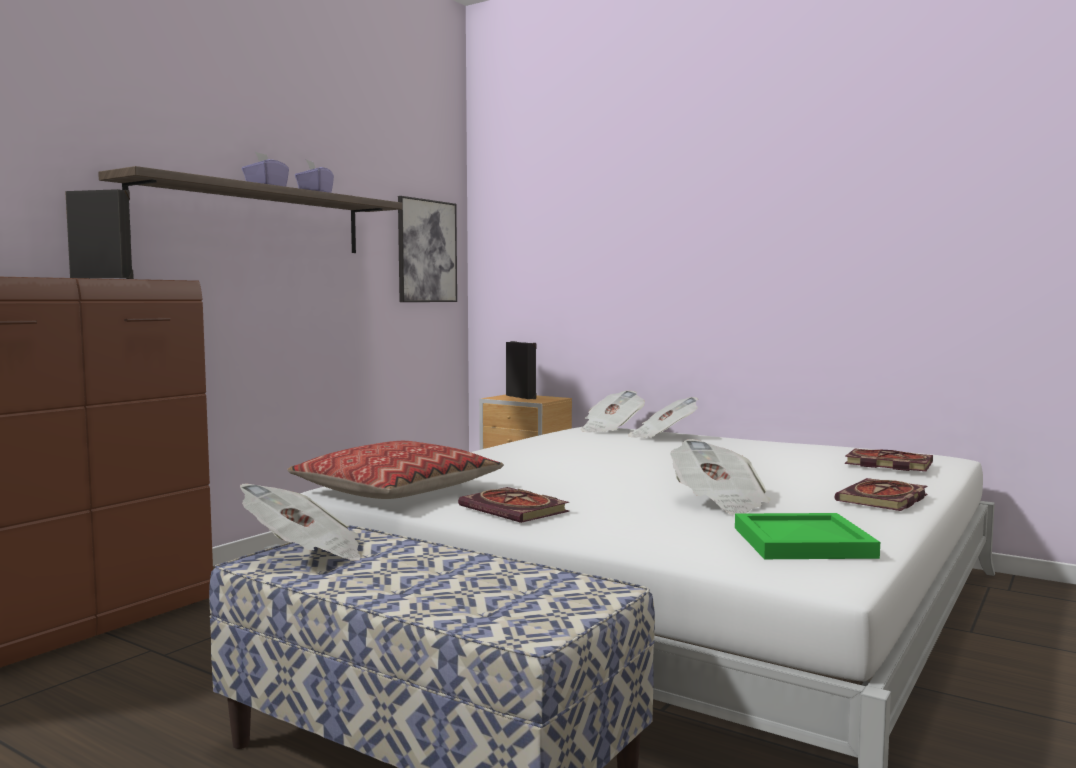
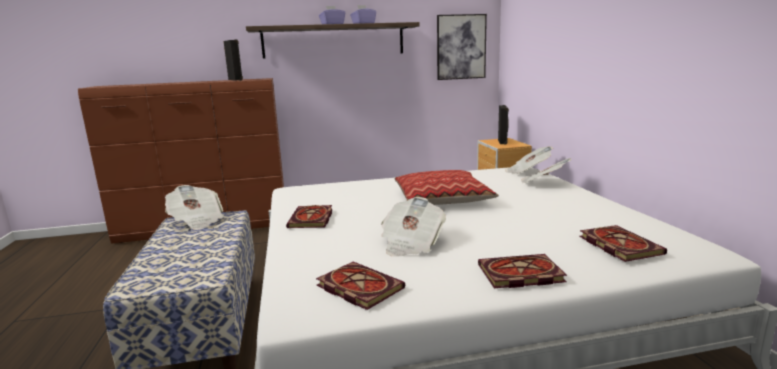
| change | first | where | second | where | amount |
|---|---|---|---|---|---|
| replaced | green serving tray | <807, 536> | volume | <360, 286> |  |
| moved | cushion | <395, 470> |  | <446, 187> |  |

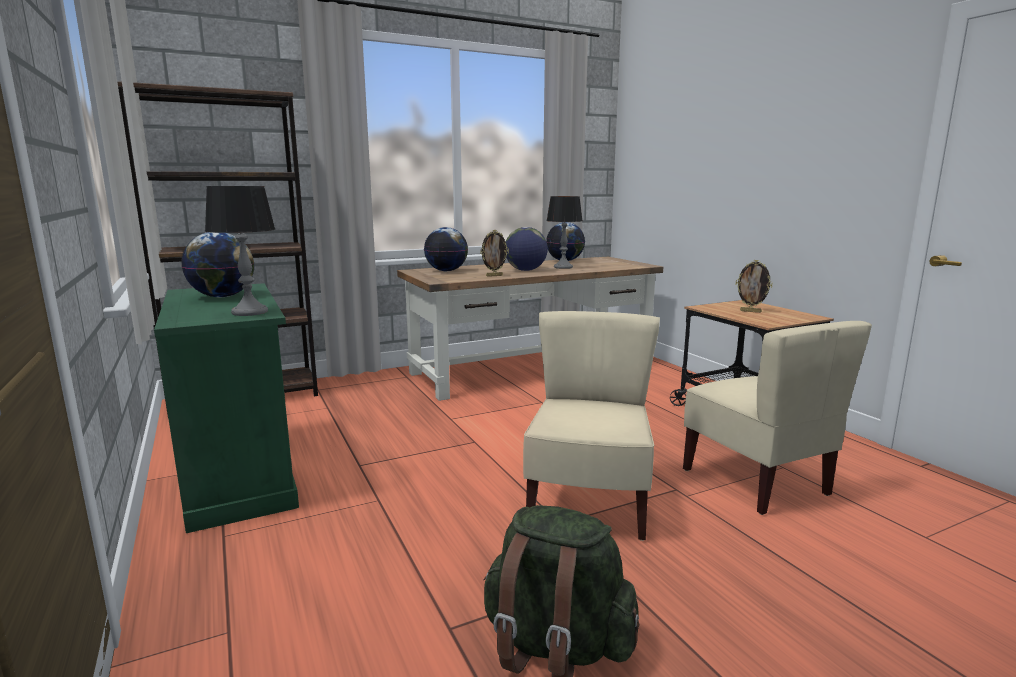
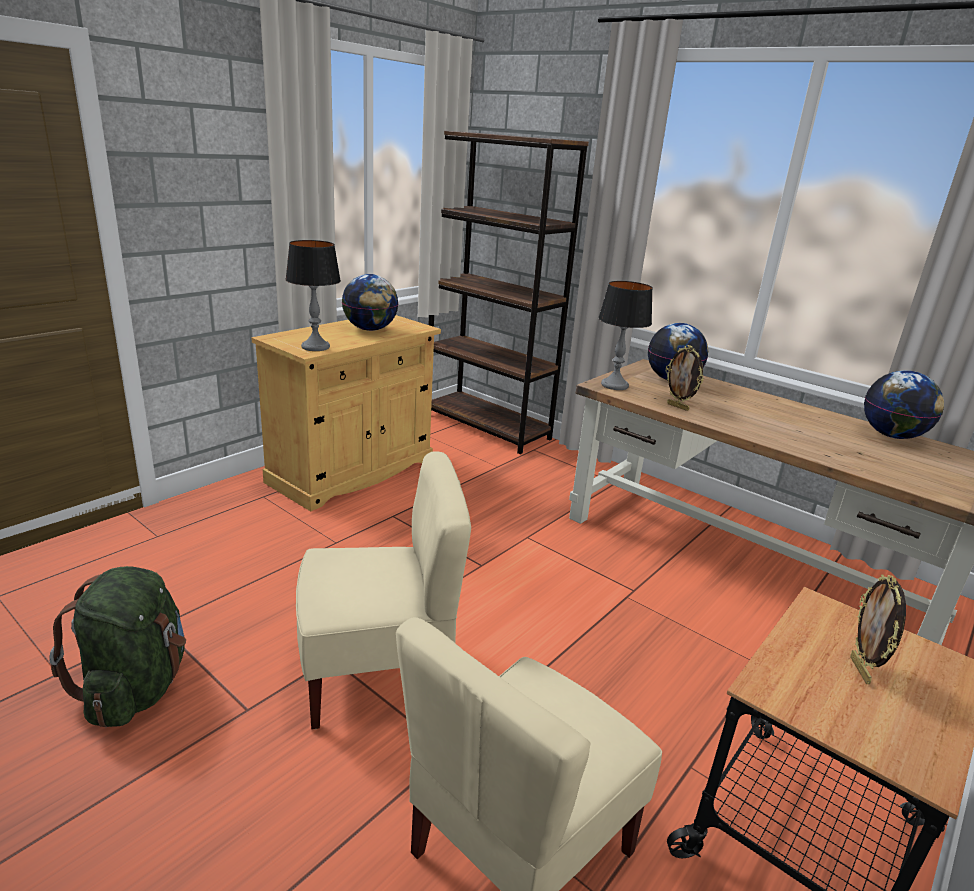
| change | first | where | second | where | amount |
|---|---|---|---|---|---|
| recoloured | green storage cabinet | <226, 408> | beige-coloured storage cabinet | <346, 413> |  |
| moved | table lamp | <564, 232> |  | <625, 335> |  |
| removed | desk globe | <527, 249> |  |  |  |

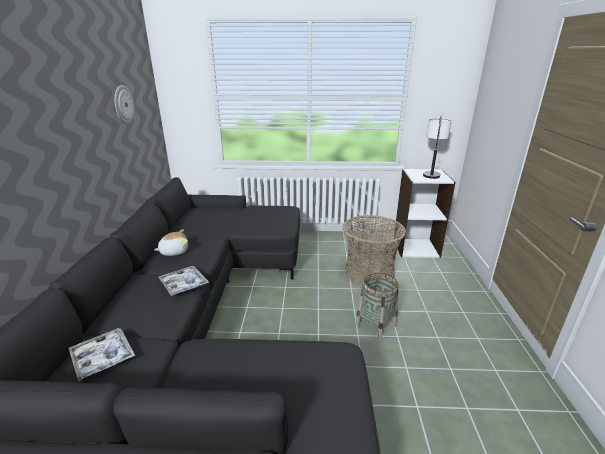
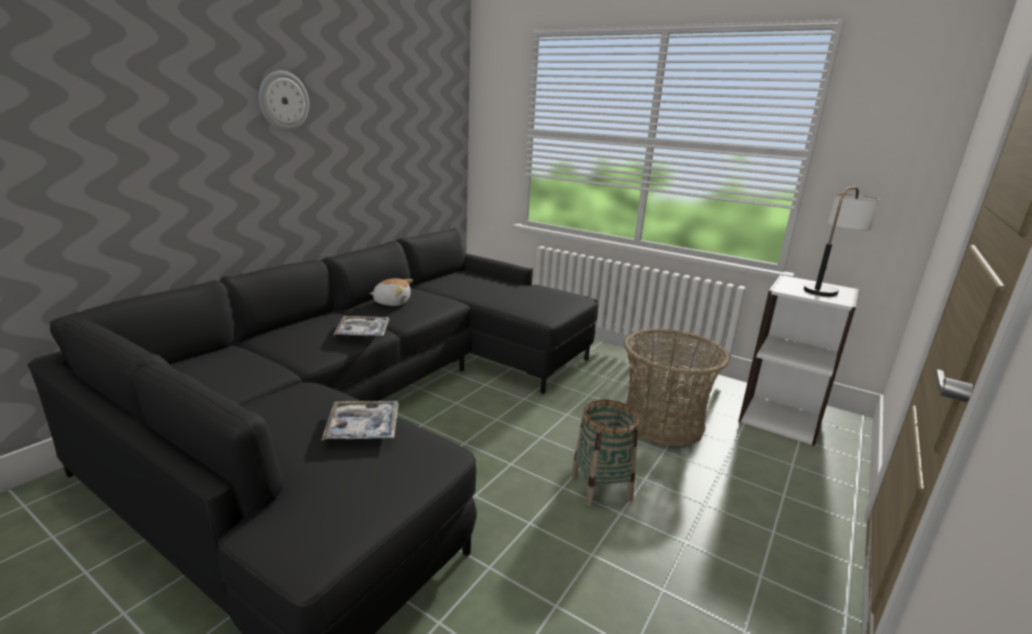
| change | first | where | second | where | amount |
|---|---|---|---|---|---|
| moved | clock on the wall | <124, 104> |  | <284, 101> |  |
| moved | serving tray | <102, 354> |  | <360, 420> |  |

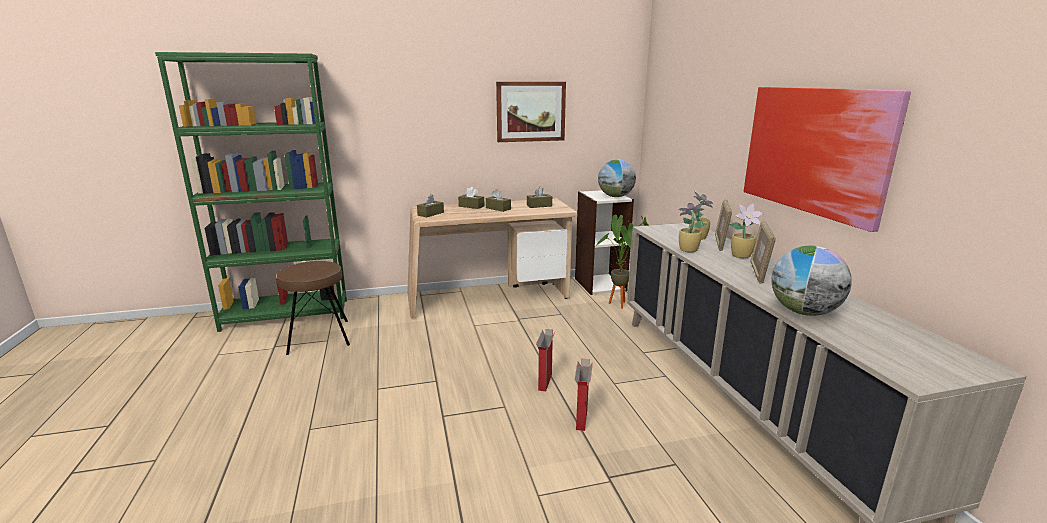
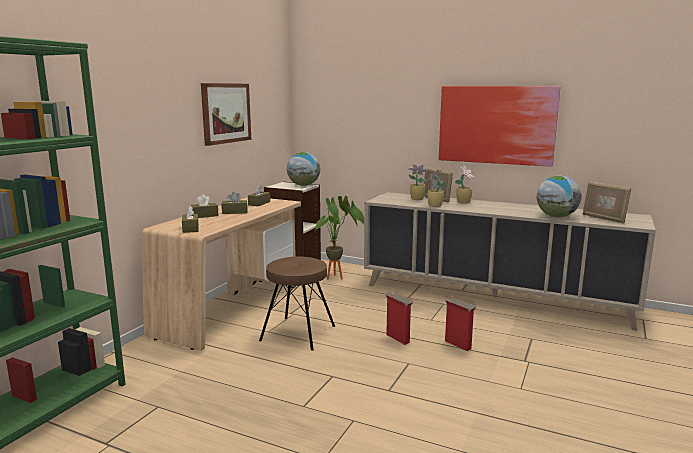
| change | first | where | second | where | amount |
|---|---|---|---|---|---|
| moved | brown stool | <313, 308> |  | <297, 304> |  |
| moved | standing frame | <763, 252> |  | <607, 202> |  |

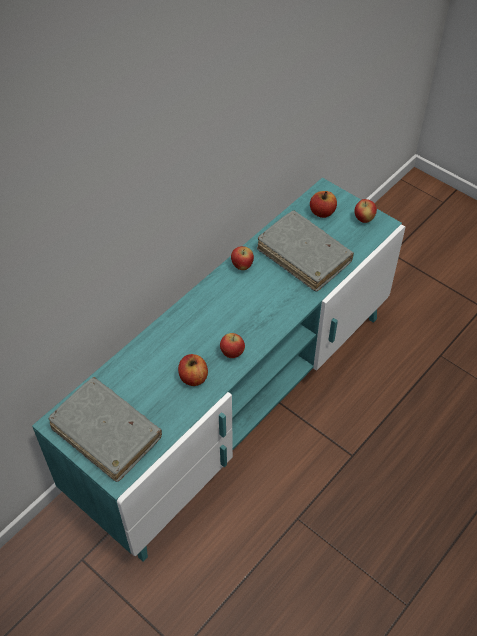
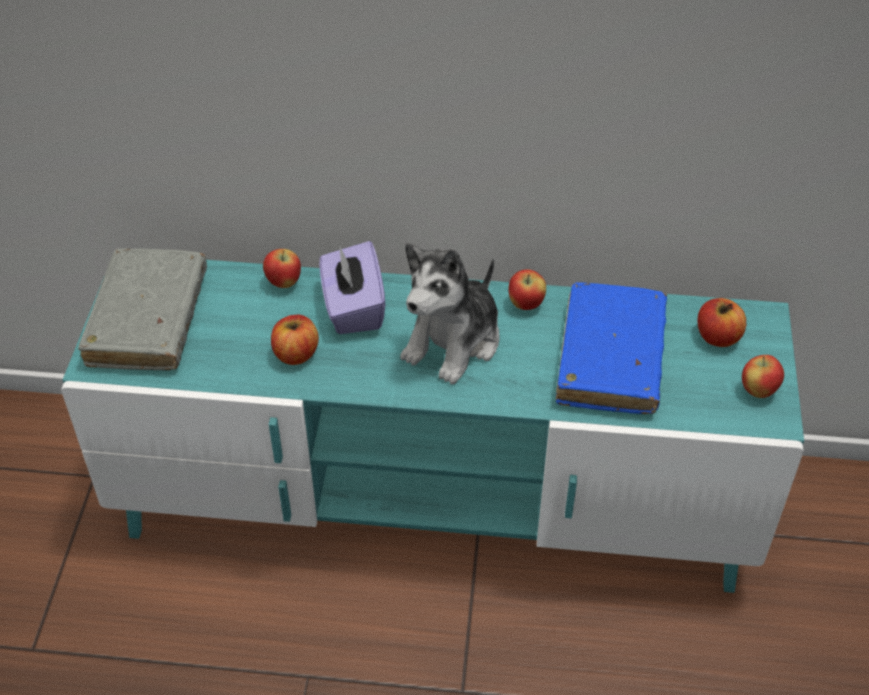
| change | first | where | second | where | amount |
|---|---|---|---|---|---|
| moved | whole apple | <232, 345> |  | <282, 268> |  |
| added |  |  | purplish tissue box | <352, 287> |  |
| added |  |  | plush toy | <450, 313> |  |
| recoloured | greyish volume | <305, 251> | blue volume | <611, 348> |  |

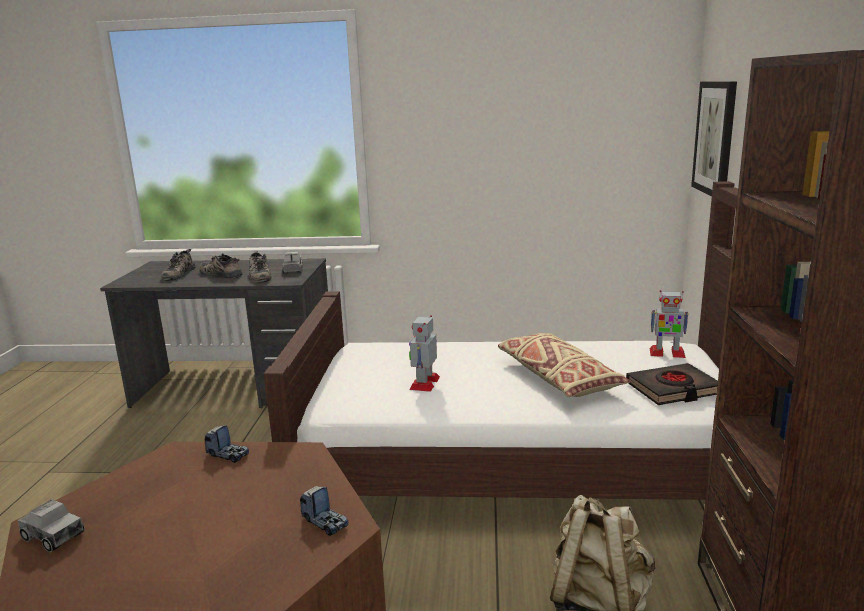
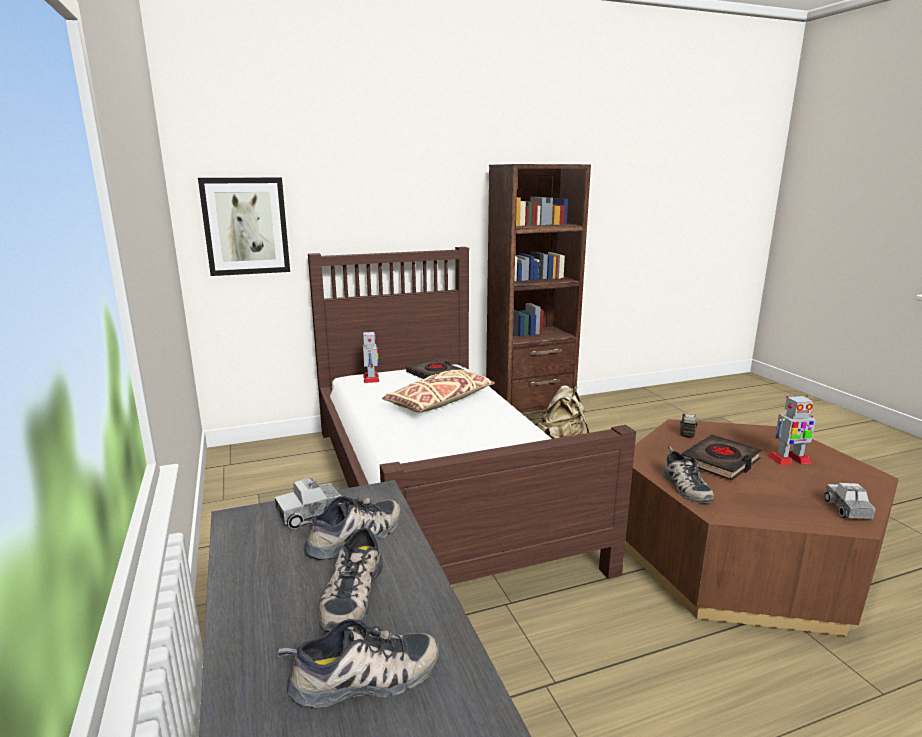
| change | first | where | second | where | amount |
|---|---|---|---|---|---|
| replaced | model truck | <227, 444> | shoe | <688, 475> |  |
| added |  |  | black volume | <721, 458> |  |
| moved | model robot | <424, 353> |  | <792, 430> |  |

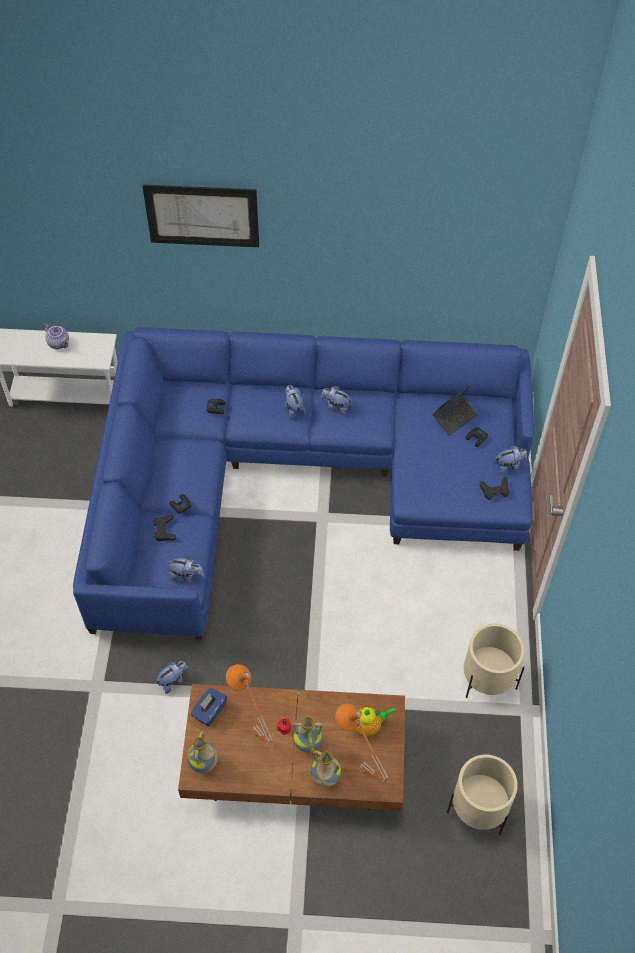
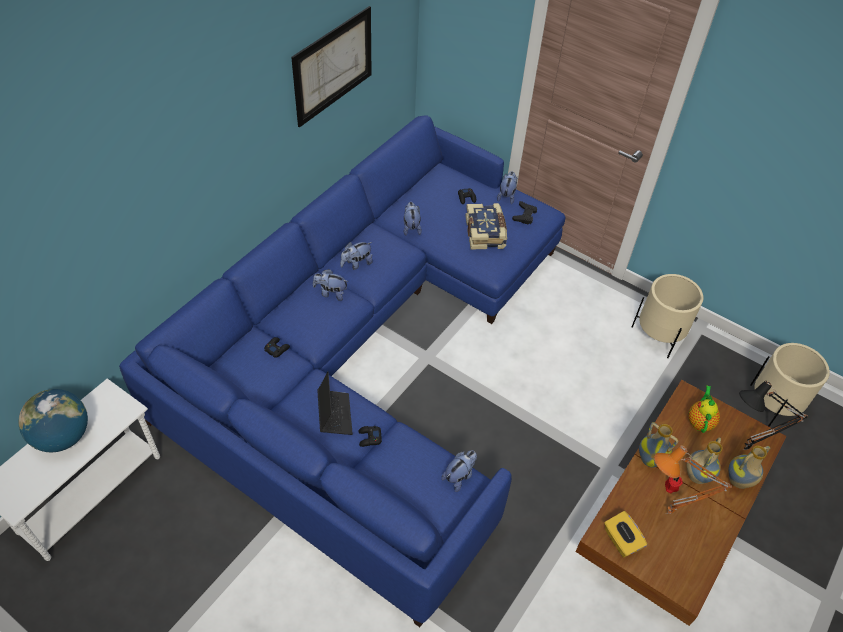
| change | first | where | second | where | amount |
|---|---|---|---|---|---|
| replaced | tea pot | <56, 336> | desk globe | <53, 420> |  |
| moved | wall art | <200, 215> |  | <331, 66> |  |
| moved | portable computer | <455, 410> |  | <335, 403> |  |
| moved | plush toy | <172, 677> |  | <413, 219> |  |
| added |  |  | volume | <486, 226> |  |
| recoloured | blue tissue box | <209, 707> | yellowish tissue box | <625, 534> |  |
| moved | decorative vase | <202, 752> |  | <658, 445> |  |
| recoloured | orangey table lamp | <362, 743> | black table lamp | <773, 415> |  |
| removed | black game controller | <165, 527> |  |  |  |

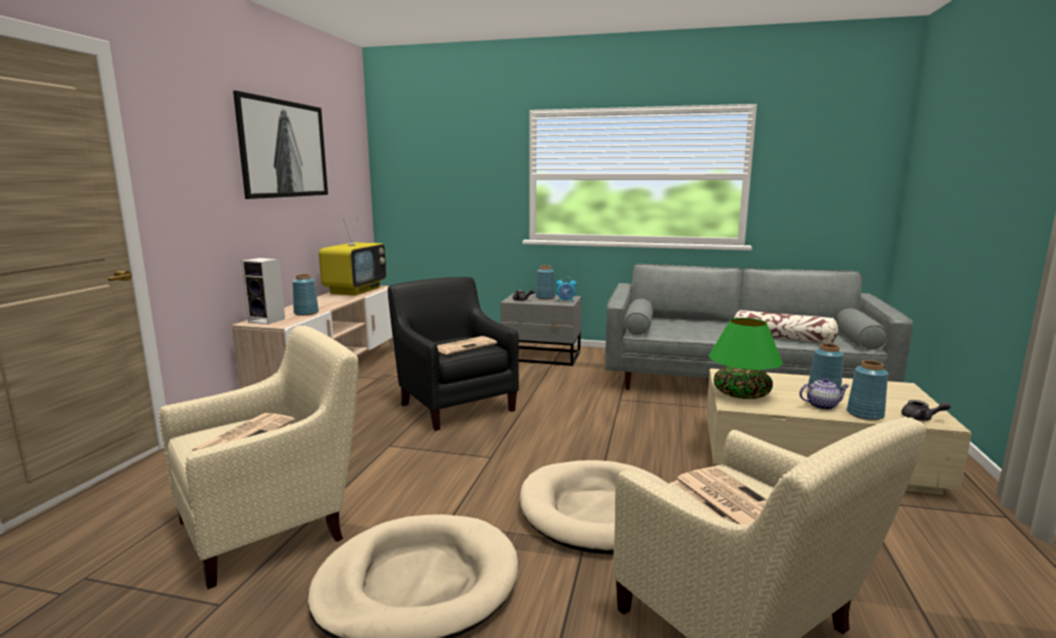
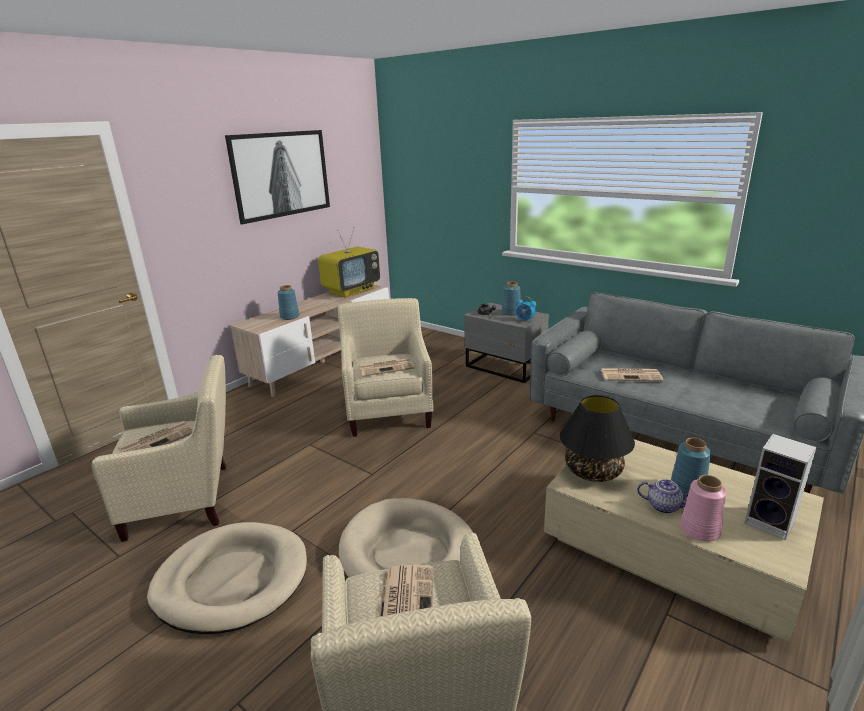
| change | first | where | second | where | amount |
|---|---|---|---|---|---|
| recoloured | black lounge chair | <453, 354> | beige-coloured lounge chair | <385, 367> |  |
| recoloured | green table lamp | <746, 358> | black table lamp | <597, 438> |  |
| added |  |  | printed paper | <631, 374> |  |
| recoloured | blue decorative vase | <867, 390> | pinkish decorative vase | <703, 508> |  |
| moved | loudspeaker | <263, 291> |  | <781, 487> |  |
| removed | cushion | <786, 326> |  |  |  |
| removed | greyish tea pot | <926, 410> |  |  |  |

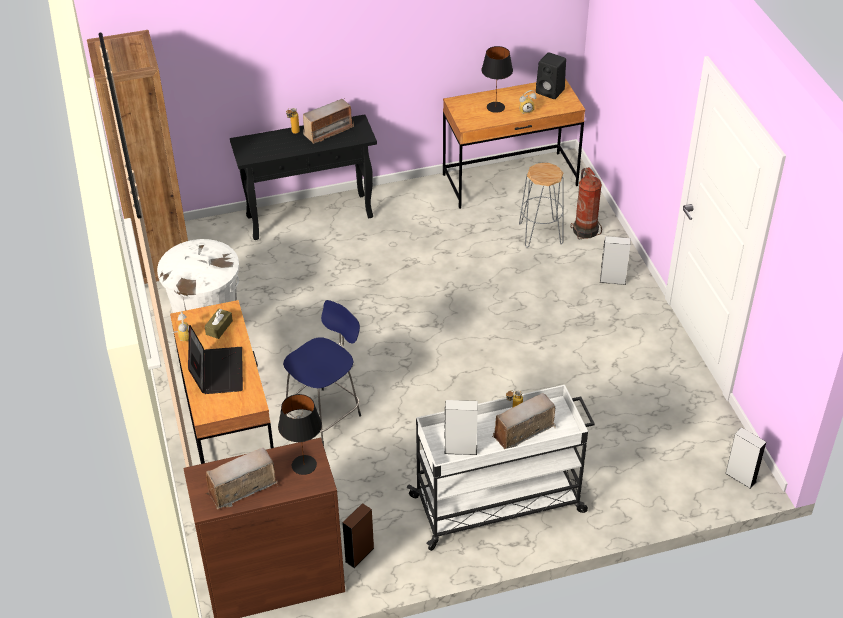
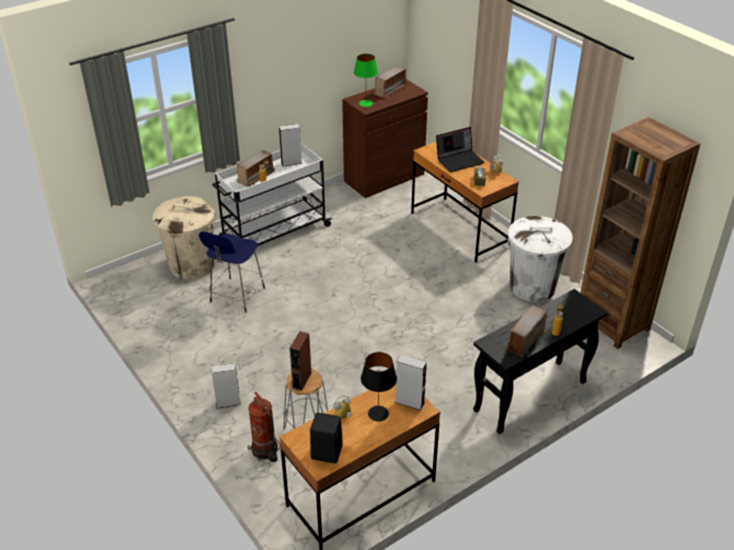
| change | first | where | second | where | amount |
|---|---|---|---|---|---|
| added |  |  | beige-coloured rubbish bin | <183, 238> |  |
| moved | blue stool | <322, 373> |  | <232, 271> |  |
| moved | brown loudspeaker | <358, 535> |  | <300, 361> |  |
| recoloured | black table lamp | <300, 434> | green table lamp | <366, 80> |  |
| moved | greyish loudspeaker | <745, 458> |  | <411, 382> |  |
| turned | portable computer | <215, 359> |  | <460, 149> | 90 degrees counterclockwise |

